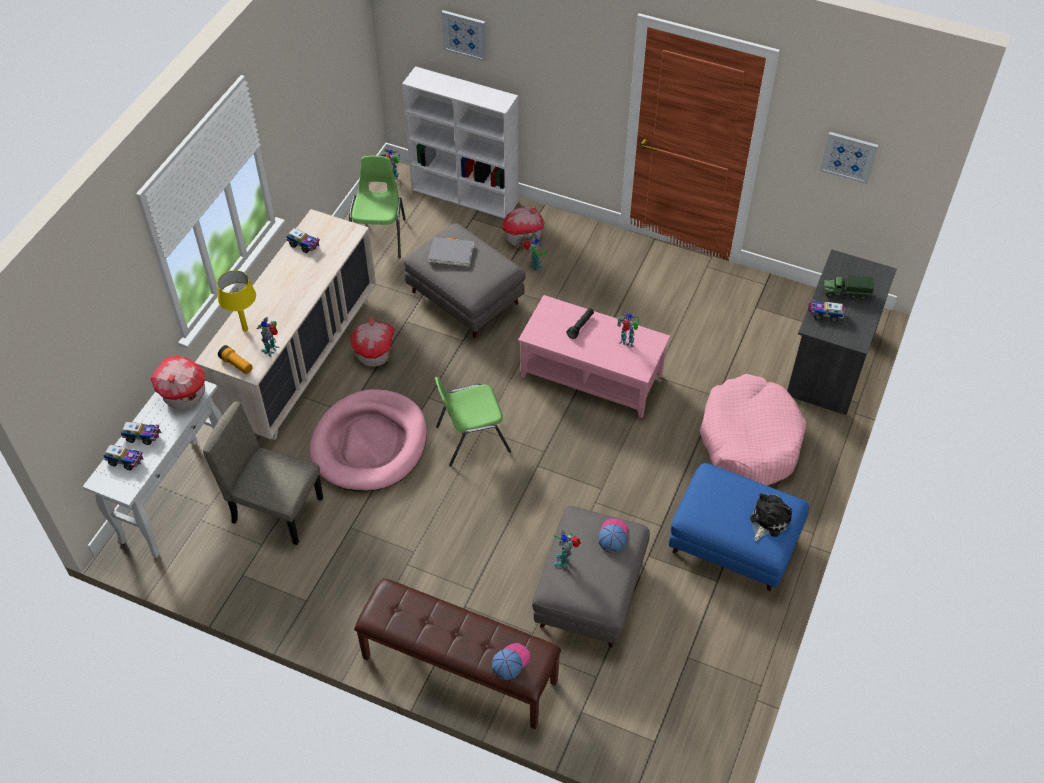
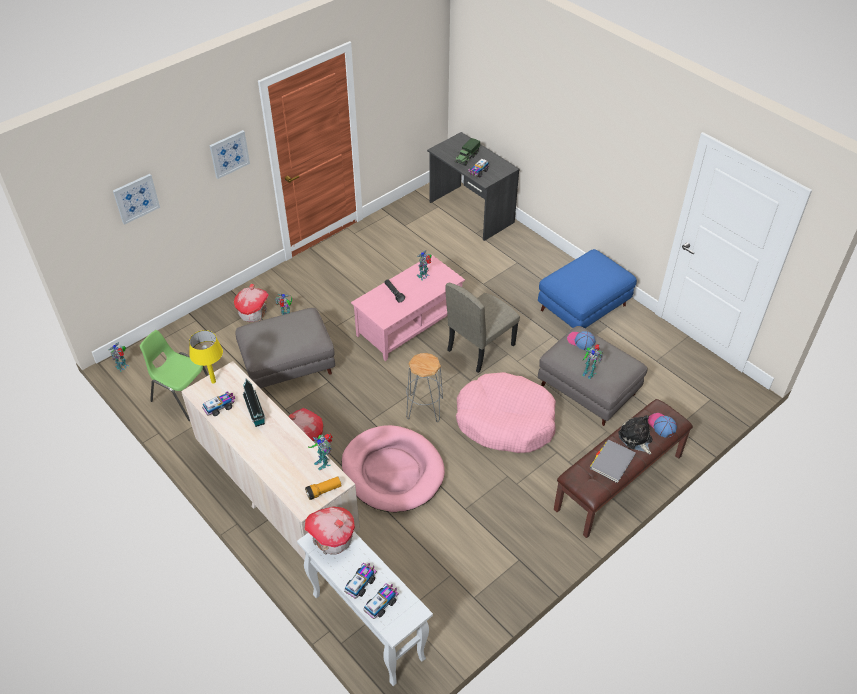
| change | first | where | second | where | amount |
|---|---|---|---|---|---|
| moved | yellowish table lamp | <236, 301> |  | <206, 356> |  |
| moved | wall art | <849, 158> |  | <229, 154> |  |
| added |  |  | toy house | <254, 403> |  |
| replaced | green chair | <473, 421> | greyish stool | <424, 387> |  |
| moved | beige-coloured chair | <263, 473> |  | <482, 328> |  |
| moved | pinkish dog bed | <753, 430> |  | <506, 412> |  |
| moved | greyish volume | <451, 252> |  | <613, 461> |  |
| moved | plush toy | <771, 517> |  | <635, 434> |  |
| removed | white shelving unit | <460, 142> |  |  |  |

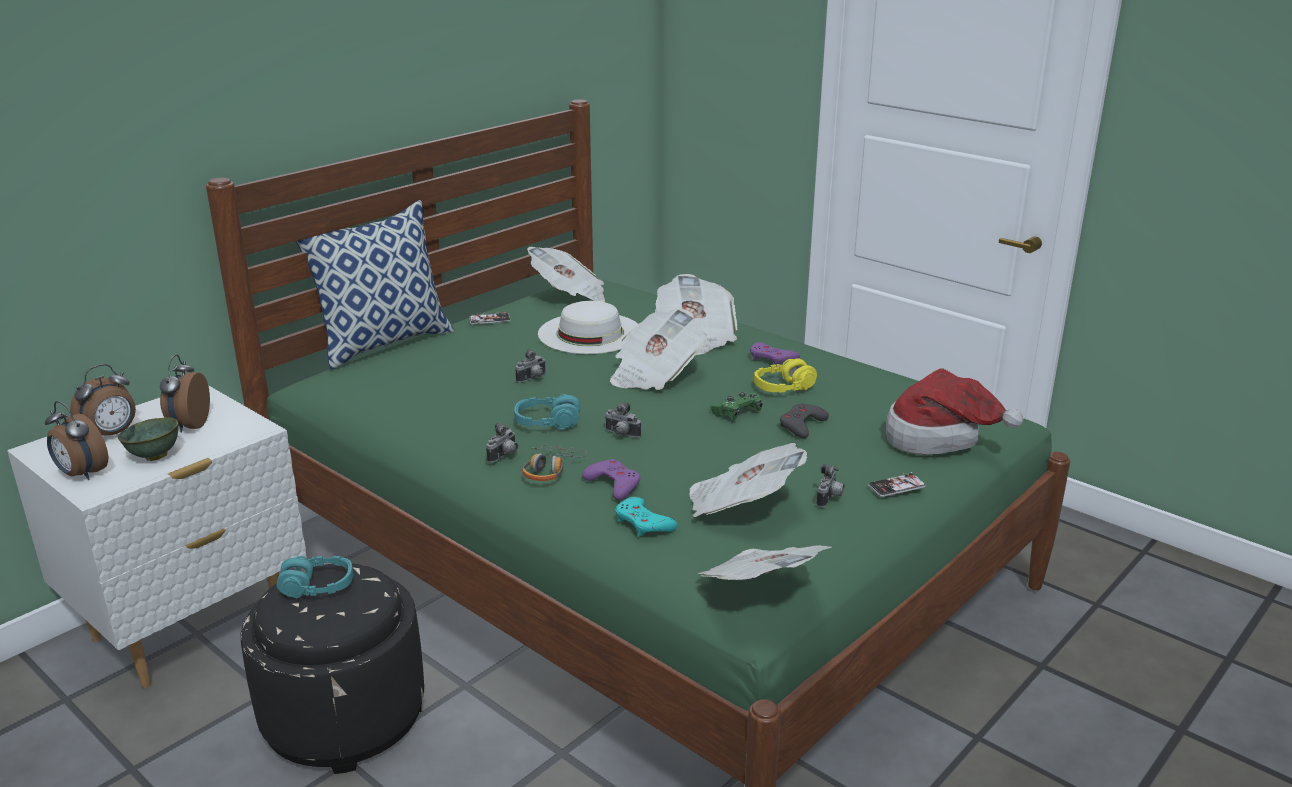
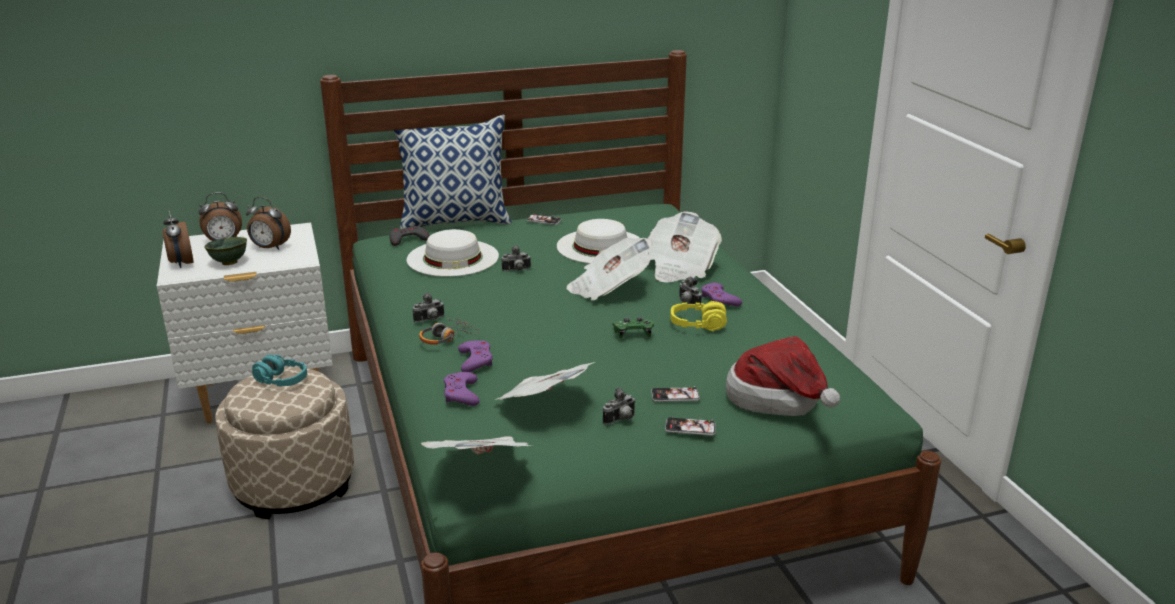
| change | first | where | second | where | amount |
|---|---|---|---|---|---|
| recoloured | black pouffe | <332, 669> | beige-coloured pouffe | <284, 443> |  |
| turned | table clock | <185, 393> |  | <268, 223> | 105 degrees counterclockwise |
| moved | greyish game controller | <804, 421> |  | <410, 236> |  |
| added |  |  | white clothing hat | <453, 253> |  |
| recoloured | turquoise game controller | <646, 516> | purplish game controller | <462, 389> |  |
| added |  |  | phone | <675, 394> |  |
| moved | photo camera | <623, 420> |  | <690, 290> |  |
| removed | turquoise pair of headphones | <547, 412> |  |  |  |
| removed | printed paper | <566, 274> |  |  |  |

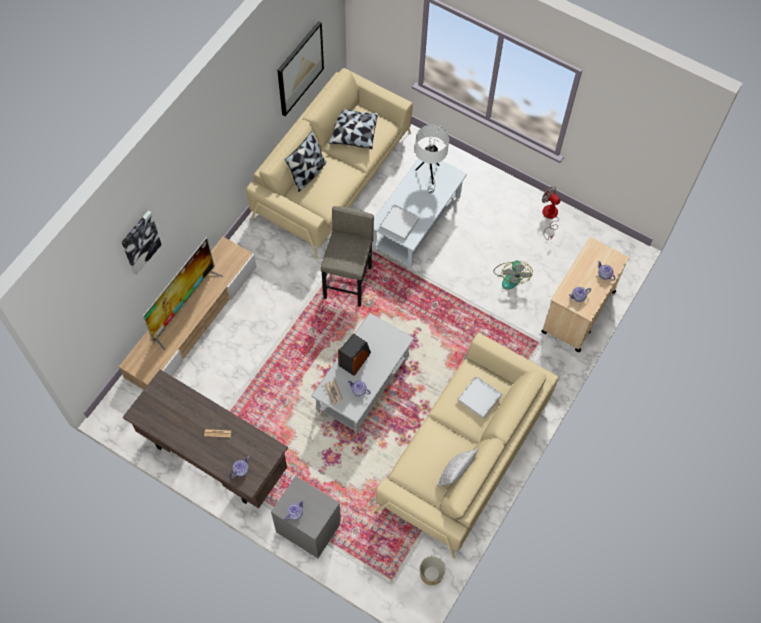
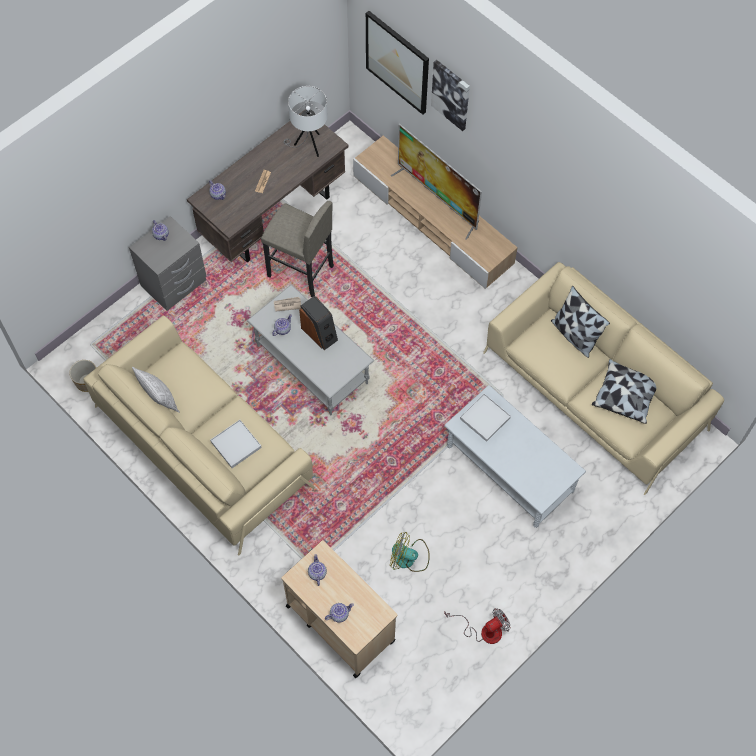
| change | first | where | second | where | amount |
|---|---|---|---|---|---|
| moved | greyish stool | <347, 256> |  | <297, 249> |  |
| moved | white table lamp | <432, 159> |  | <306, 121> |  |
| moved | wall art | <300, 68> |  | <397, 63> |  |

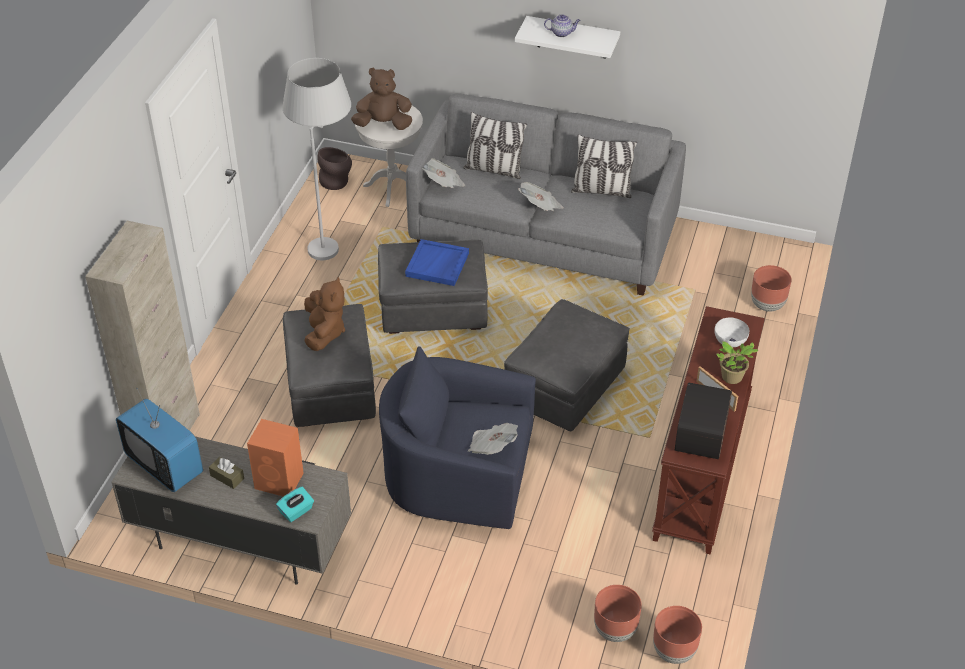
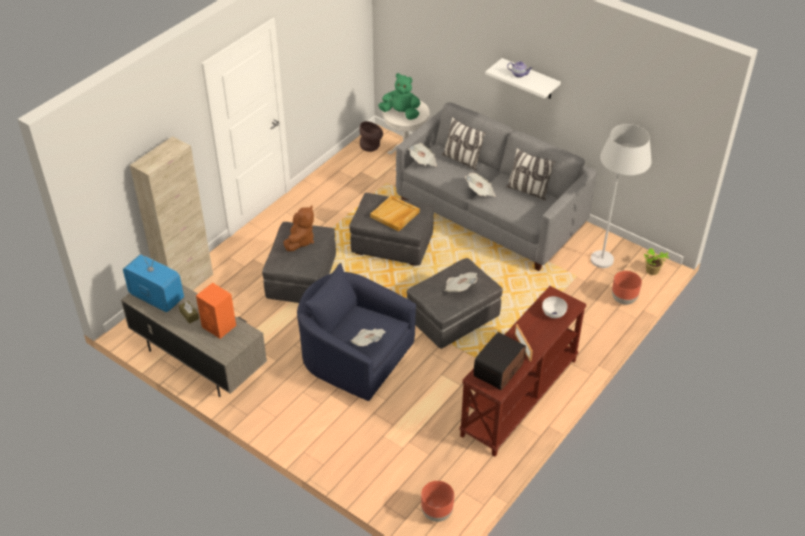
| change | first | where | second | where | amount |
|---|---|---|---|---|---|
| turned | TV | <159, 440> |  | <153, 278> | 150 degrees clockwise |
| recoloured | blue serving tray | <437, 262> | beige-coloured serving tray | <395, 213> |  |
| recoloured | brown plush toy | <381, 99> | green plush toy | <399, 96> |  |
| added |  |  | printed paper | <460, 282> |  |
| moved | white standing lamp | <316, 159> |  | <621, 196> |  |
| moved | houseplant | <737, 362> |  | <656, 261> |  |
| removed | turquoise tissue box | <295, 504> |  |  |  |
| removed | brown planter | <618, 613> |  |  |  |

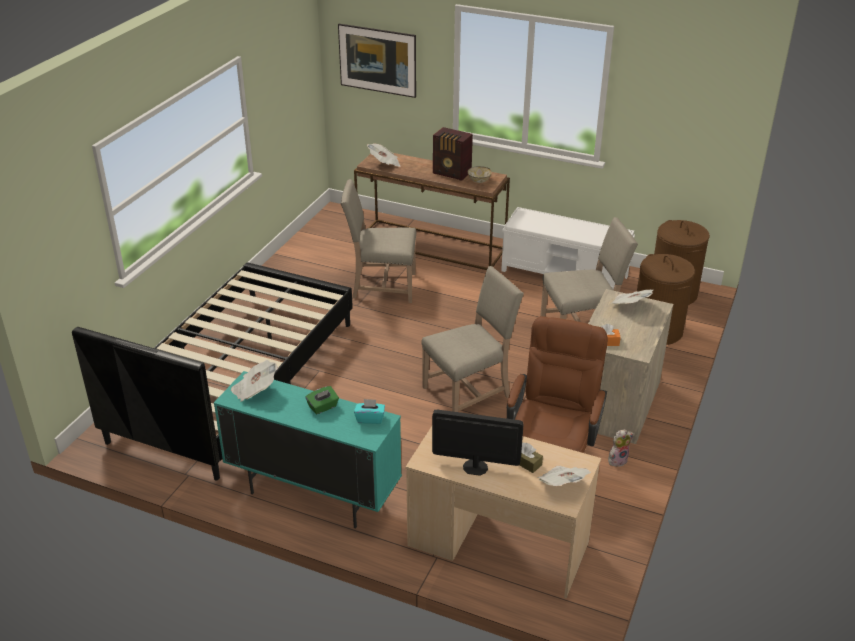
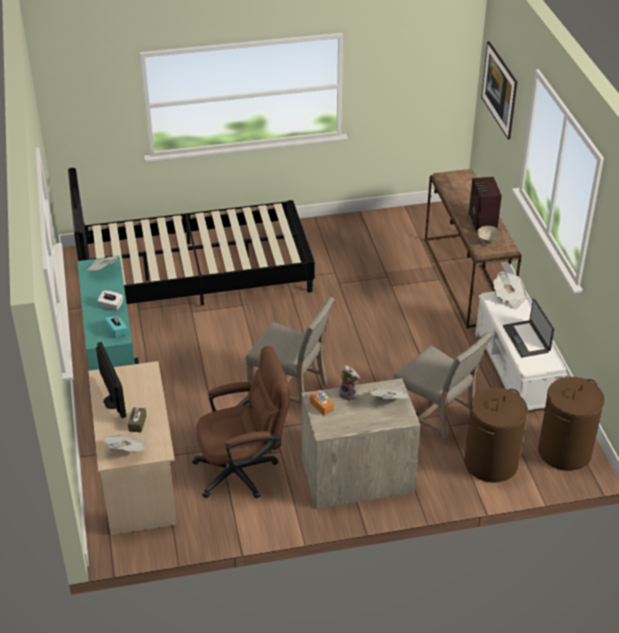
| change | first | where | second | where | amount |
|---|---|---|---|---|---|
| recoloured | green tissue box | <322, 400> | white tissue box | <110, 300> |  |
| moved | plush toy | <621, 448> |  | <349, 383> |  |
| moved | printed paper | <384, 155> |  | <510, 290> |  |
| added |  |  | portable computer | <528, 328> |  |
| removed | beige-coloured chair | <378, 241> |  |  |  |

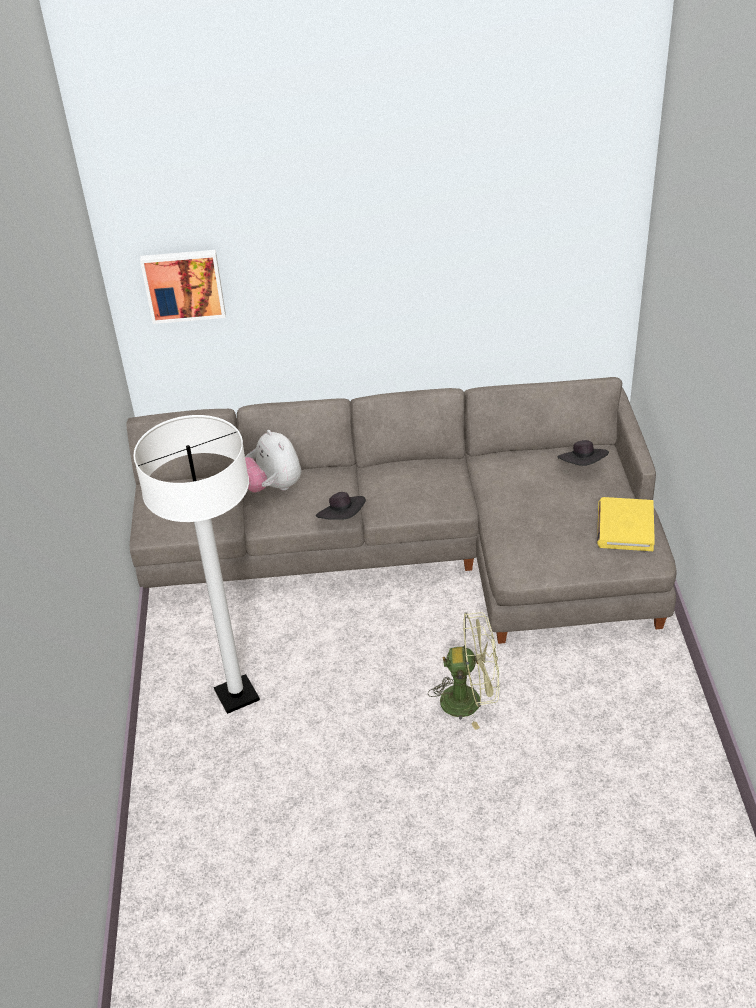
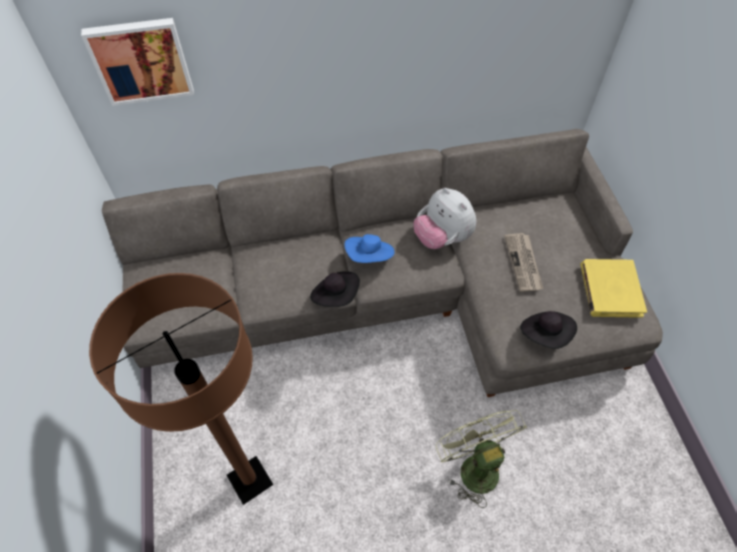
| change | first | where | second | where | amount |
|---|---|---|---|---|---|
| recoloured | white standing lamp | <196, 564> | brown standing lamp | <181, 389> |  |
| added |  |  | blue clothing hat | <369, 248> |  |
| moved | plush toy | <273, 461> |  | <445, 218> |  |
| turned | green electric fan | <463, 671> |  | <481, 459> | 105 degrees counterclockwise |
| added |  |  | printed paper | <524, 262> |  |
| moved | black clothing hat | <583, 453> |  | <548, 330> |  |

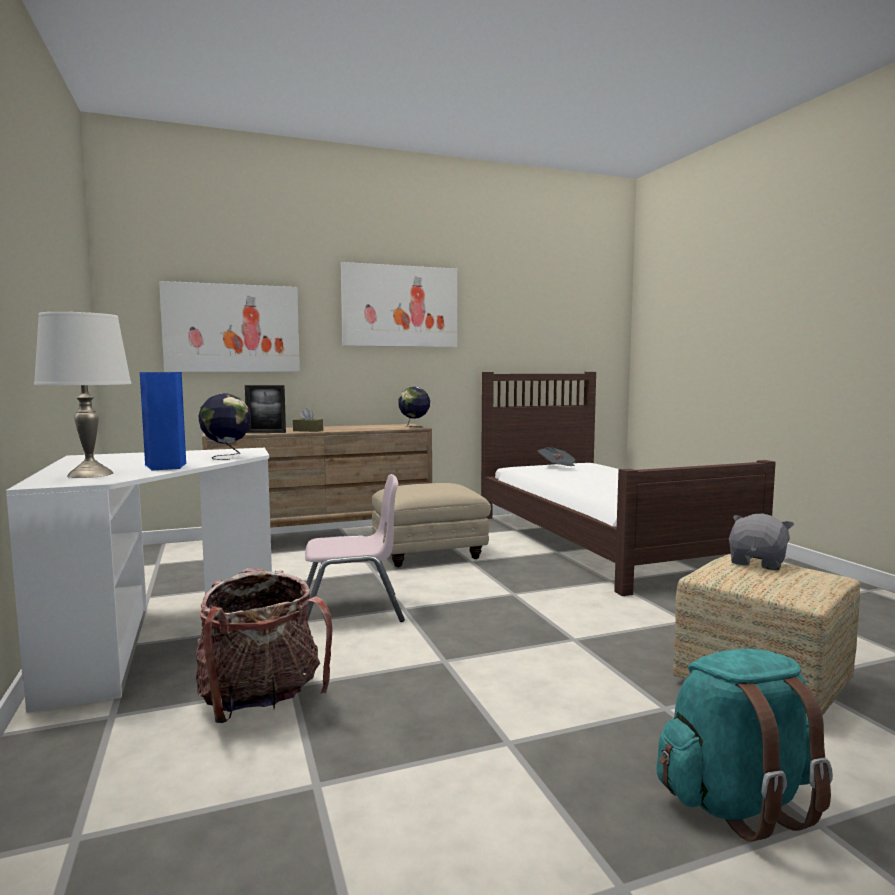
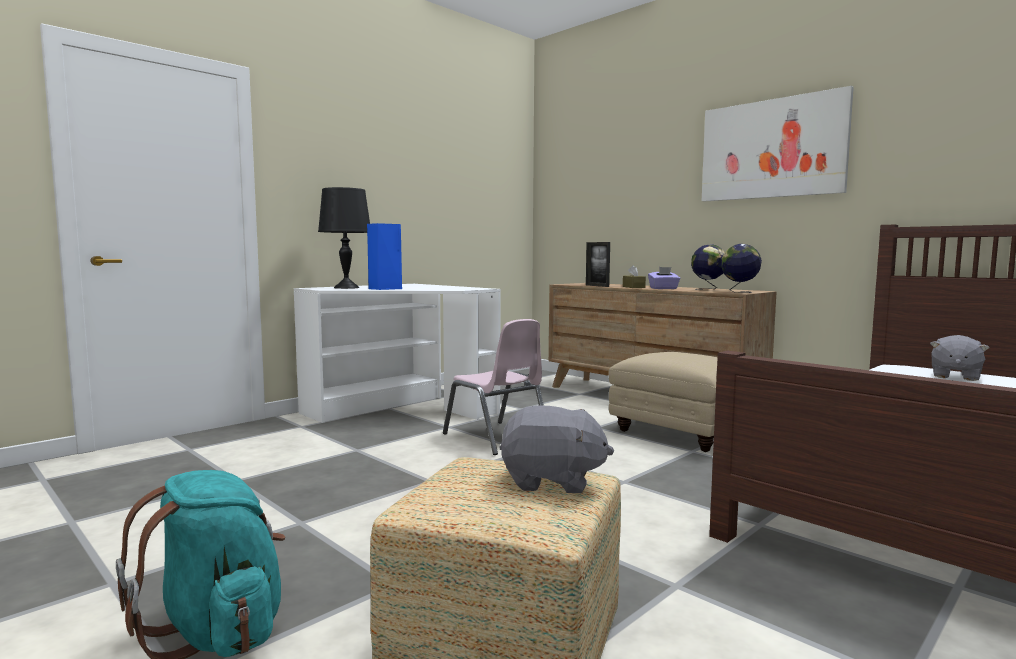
| change | first | where | second | where | amount |
|---|---|---|---|---|---|
| recoloured | white table lamp | <82, 395> | black table lamp | <344, 238> |  |
| added |  |  | purplish tissue box | <664, 278> |  |
| moved | desk globe | <225, 426> |  | <708, 267> |  |
| replaced | printed paper | <556, 456> | greyish plush toy | <960, 358> |  |
| removed | wall art | <229, 326> |  |  |  |
| removed | knapsack | <264, 645> |  |  |  |

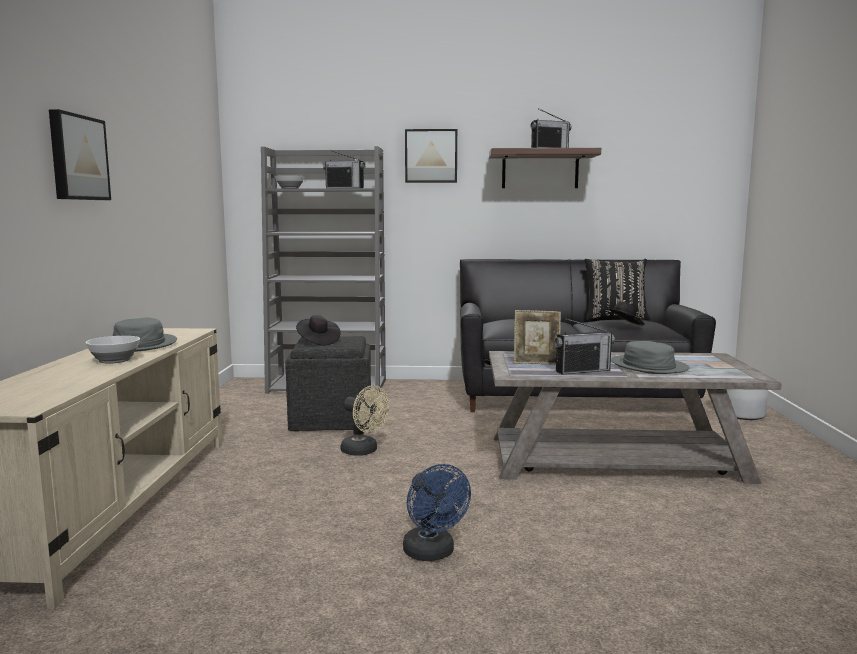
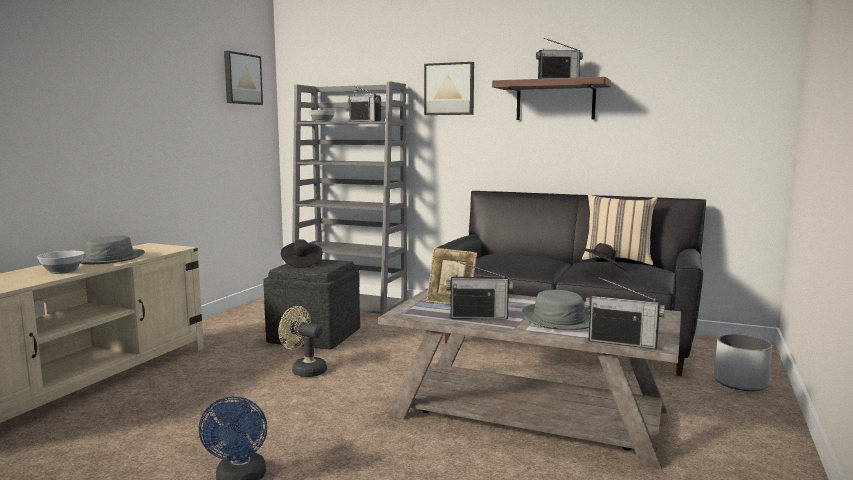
| change | first | where | second | where | amount |
|---|---|---|---|---|---|
| moved | wall art | <80, 154> |  | <243, 78> |  |
| turned | beige-coloured electric fan | <365, 420> |  | <302, 341> | 150 degrees clockwise |
| recoloured | black cushion | <617, 289> | beige-coloured cushion | <620, 230> |  |
| added |  |  | radio | <625, 313> |  |

